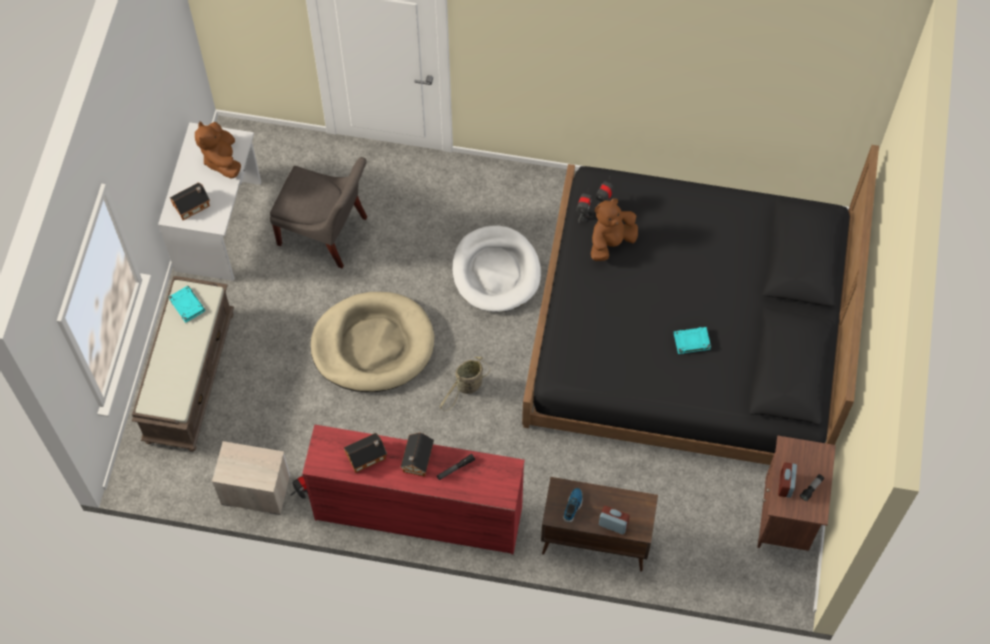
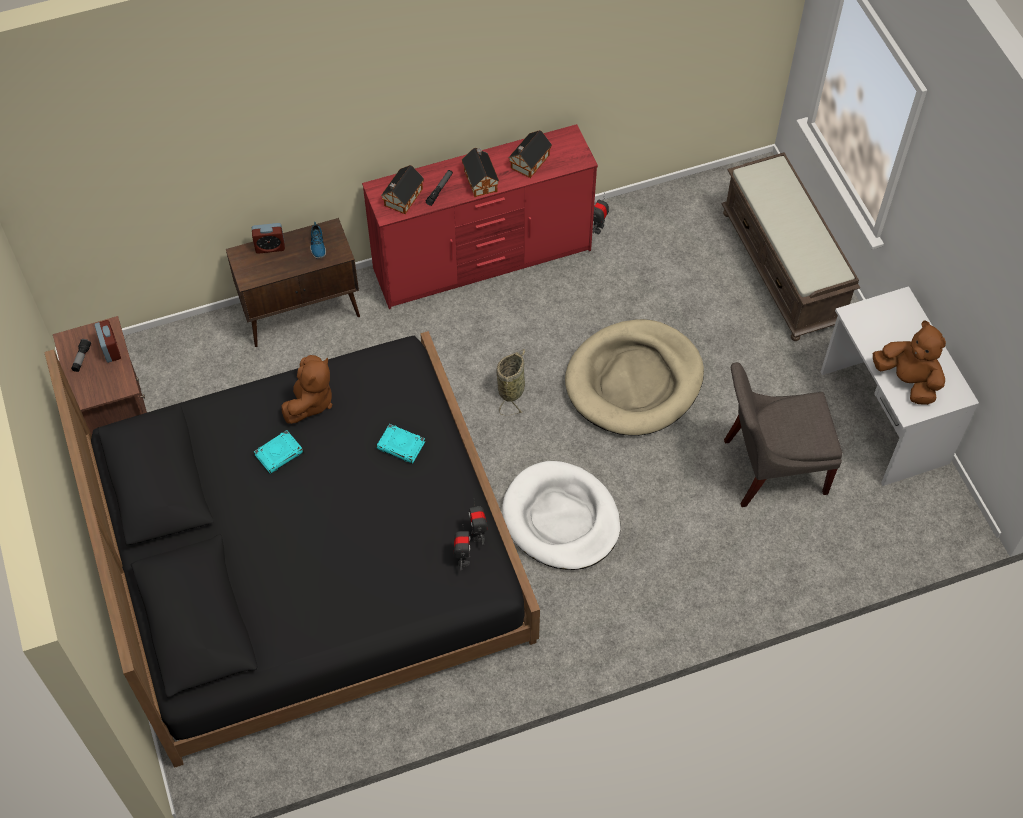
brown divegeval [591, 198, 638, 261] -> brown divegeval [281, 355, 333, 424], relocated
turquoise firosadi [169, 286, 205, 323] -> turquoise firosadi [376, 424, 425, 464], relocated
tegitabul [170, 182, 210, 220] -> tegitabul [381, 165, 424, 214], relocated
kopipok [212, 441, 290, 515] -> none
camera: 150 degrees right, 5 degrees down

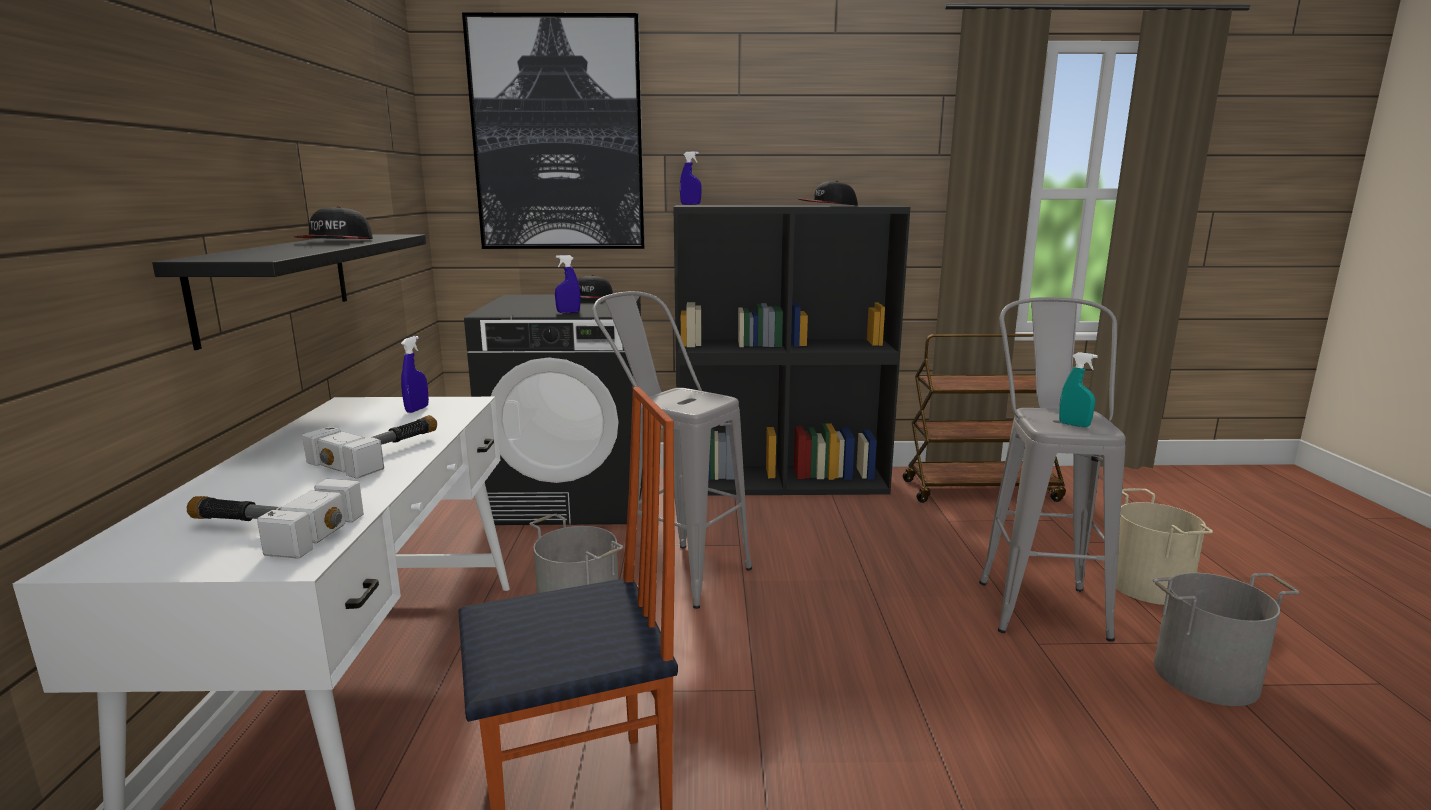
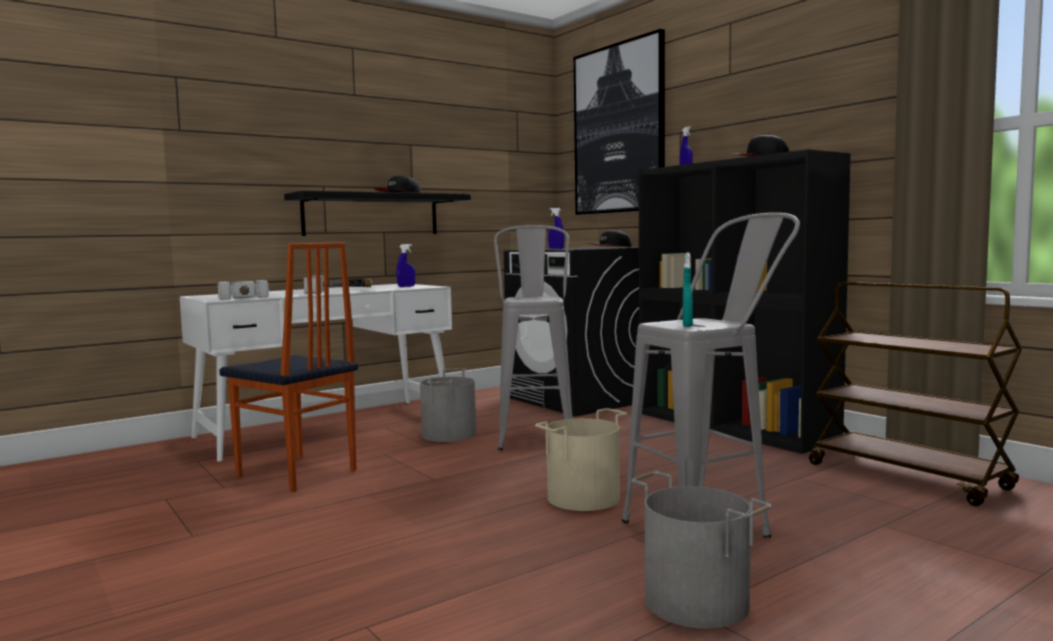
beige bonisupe [1116, 488, 1213, 605] -> beige bonisupe [535, 408, 627, 511], relocated
camera: 55 degrees right, 10 degrees down

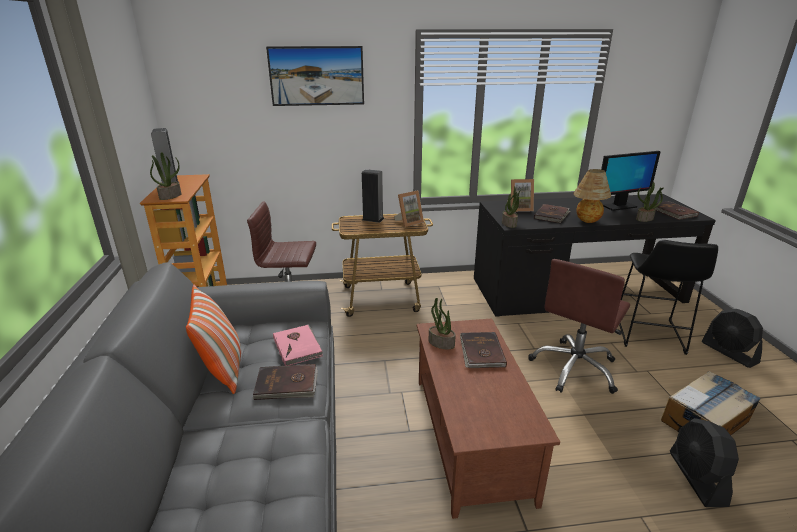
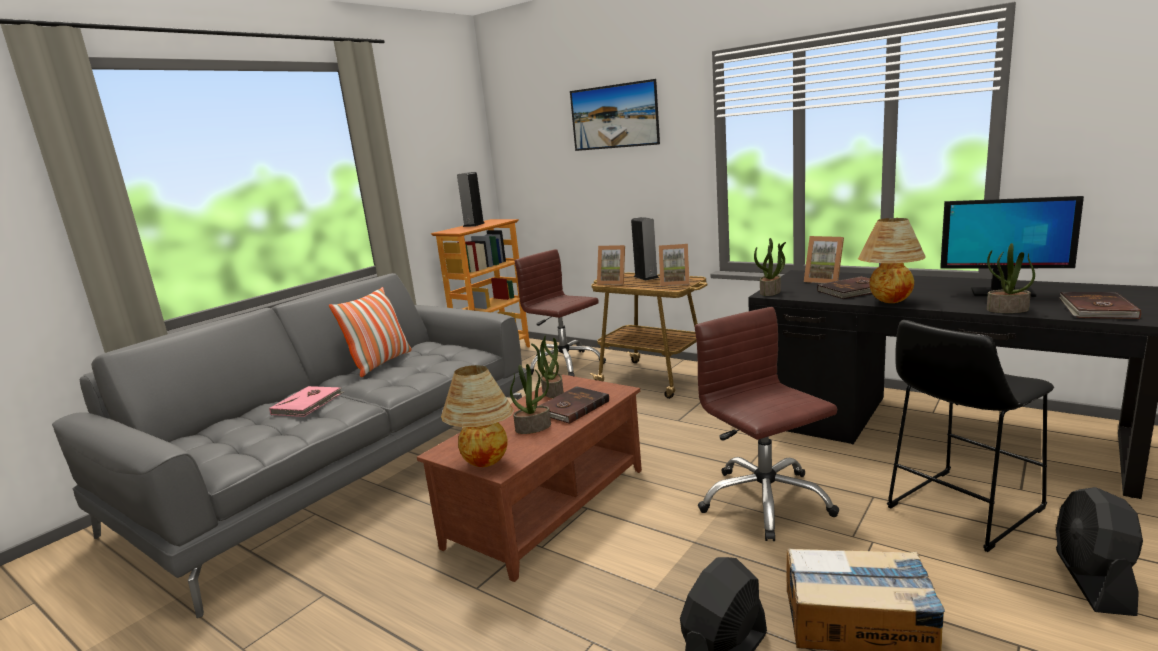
pink firosadi [273, 324, 323, 366] -> pink firosadi [269, 386, 343, 417], relocated
none -> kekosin [441, 365, 514, 467]
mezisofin [150, 152, 182, 200] -> mezisofin [510, 364, 551, 434], relocated
none -> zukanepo [597, 245, 625, 285]
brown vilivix [528, 259, 630, 394] -> brown vilivix [695, 307, 839, 541], 75 degrees clockwise
brown firosadi [252, 364, 318, 400] -> none
camera: 45 degrees right, 10 degrees down

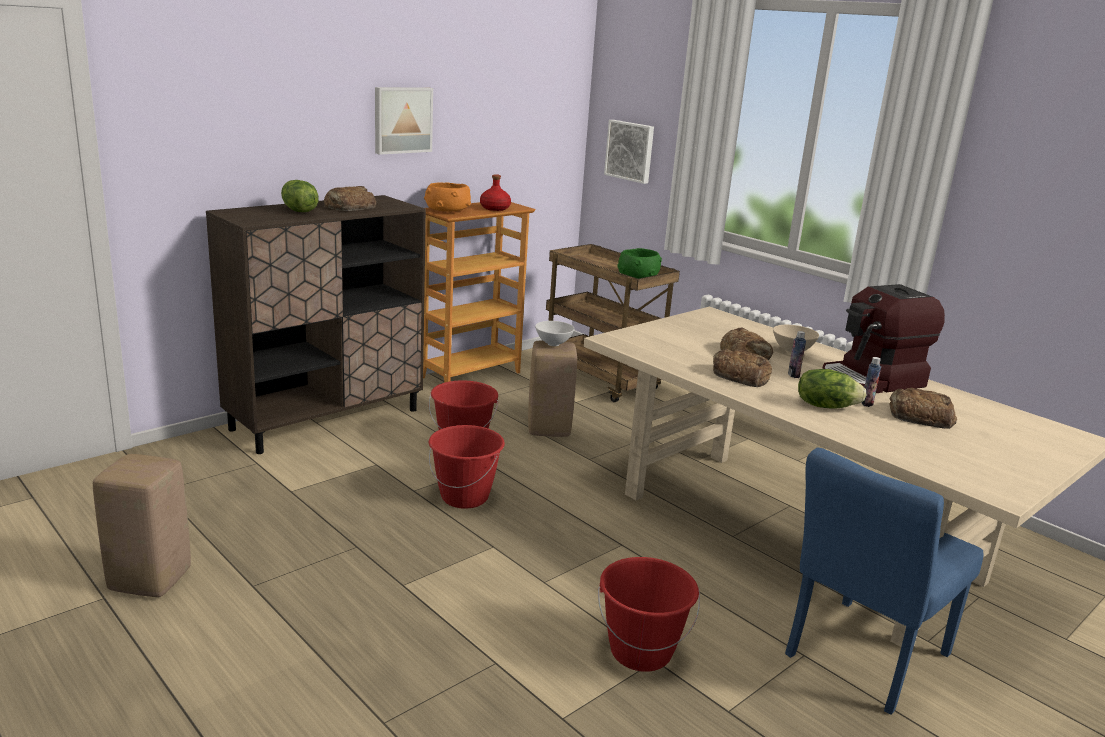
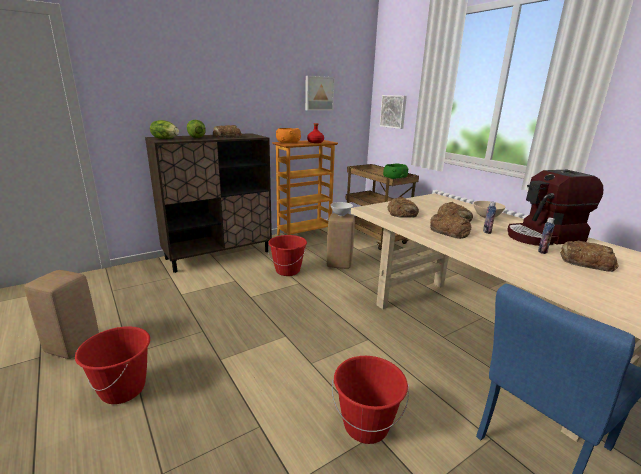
red bonisupe [428, 425, 505, 509] -> red bonisupe [75, 326, 150, 404], relocated
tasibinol [798, 369, 866, 409] -> tasibinol [150, 120, 179, 139], relocated
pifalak [375, 87, 433, 155] -> pifalak [305, 76, 335, 110], relocated
none -> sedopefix [388, 197, 419, 218]
camera: 10 degrees right, 0 degrees up

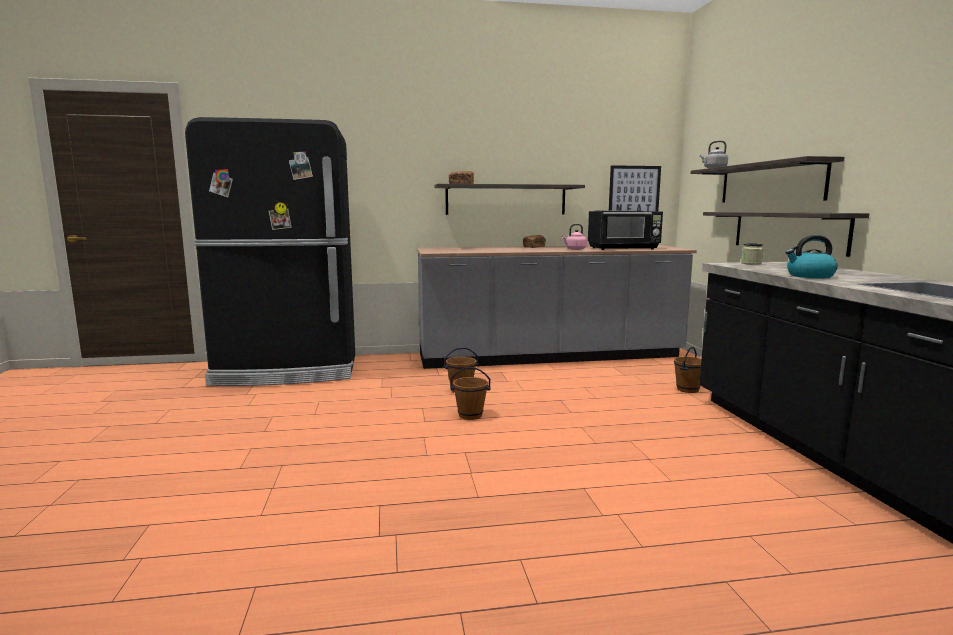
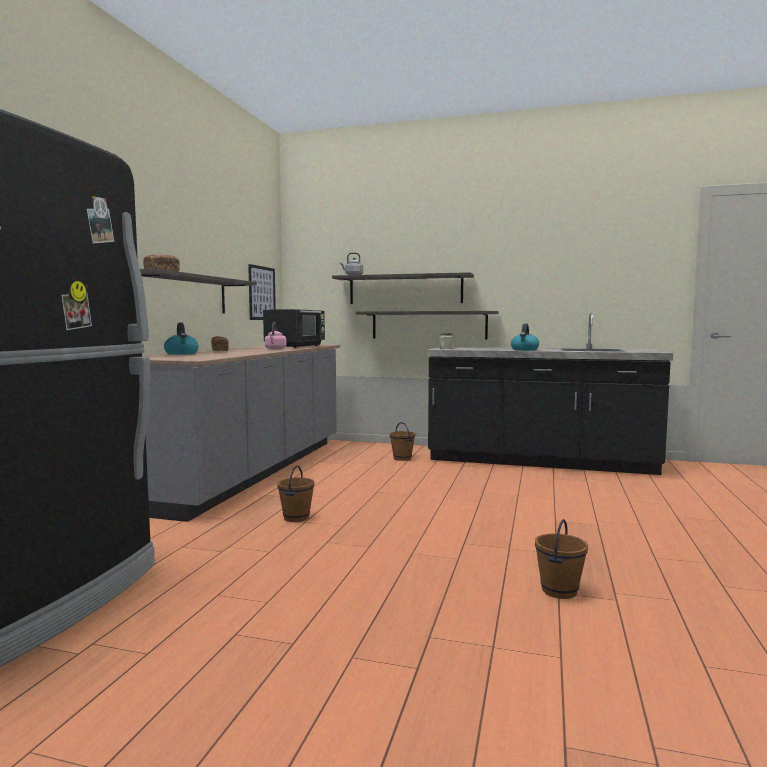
none -> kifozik [164, 322, 198, 355]
brown bonisupe [450, 367, 491, 420] -> brown bonisupe [535, 519, 588, 599], relocated
camera: 65 degrees left, 5 degrees down

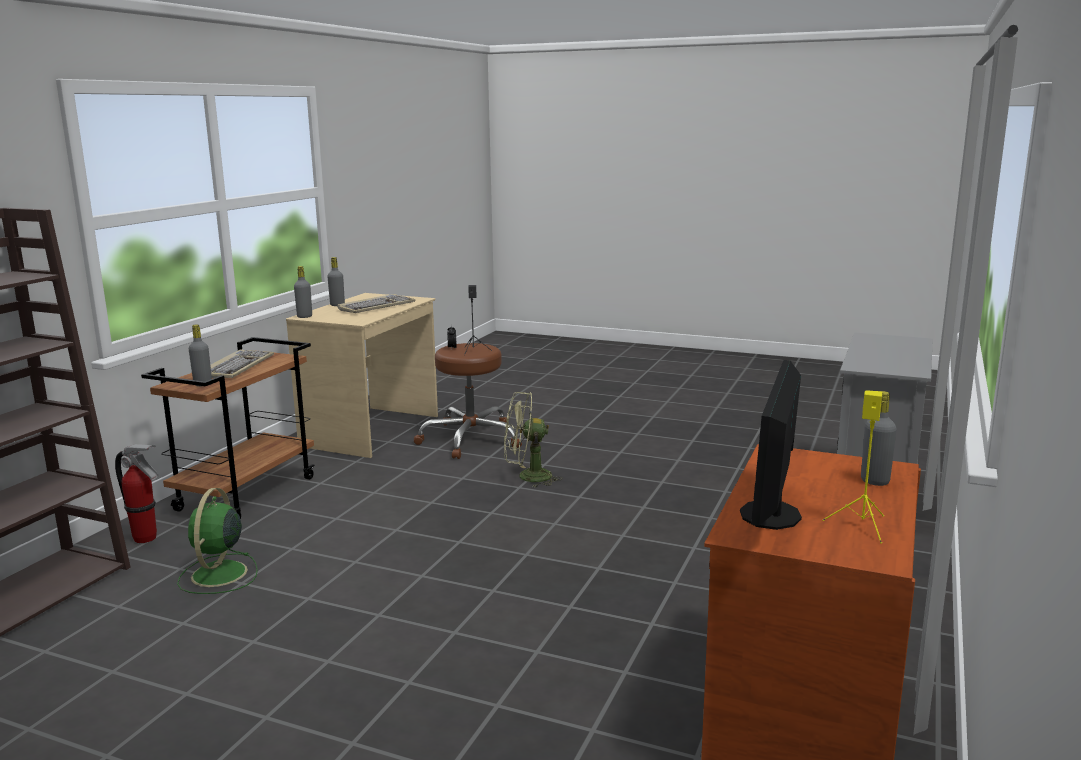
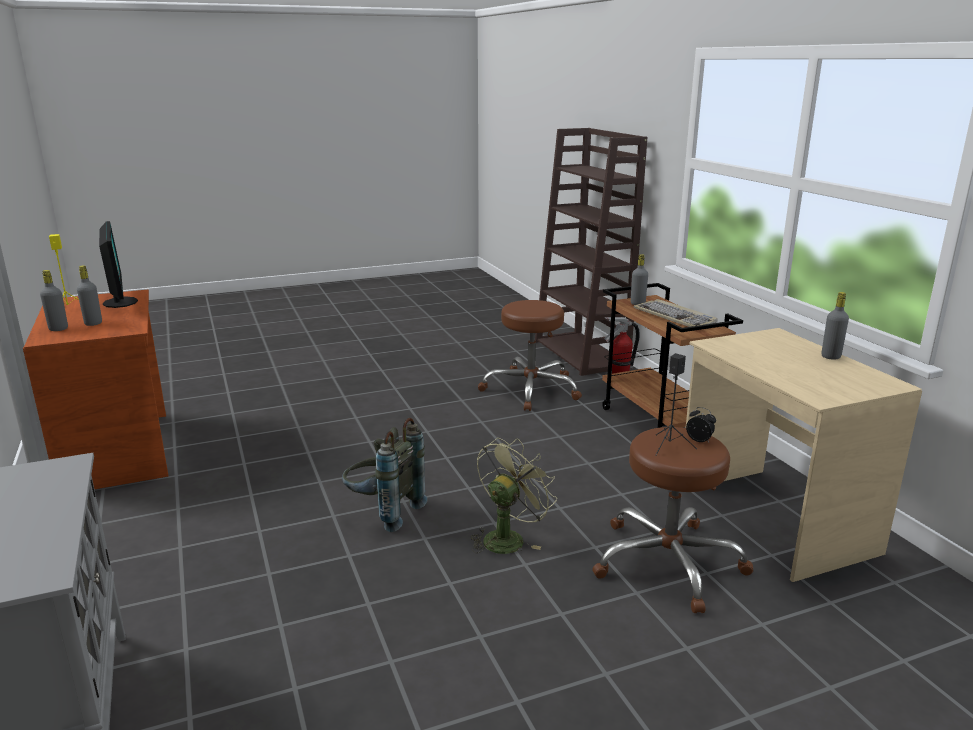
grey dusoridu [294, 266, 312, 318] -> grey dusoridu [77, 265, 102, 326], relocated
none -> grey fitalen [342, 418, 427, 532]
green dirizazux [177, 488, 258, 594] -> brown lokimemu [478, 300, 582, 411]
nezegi [337, 294, 415, 313] -> none
camera: 135 degrees right, 5 degrees up

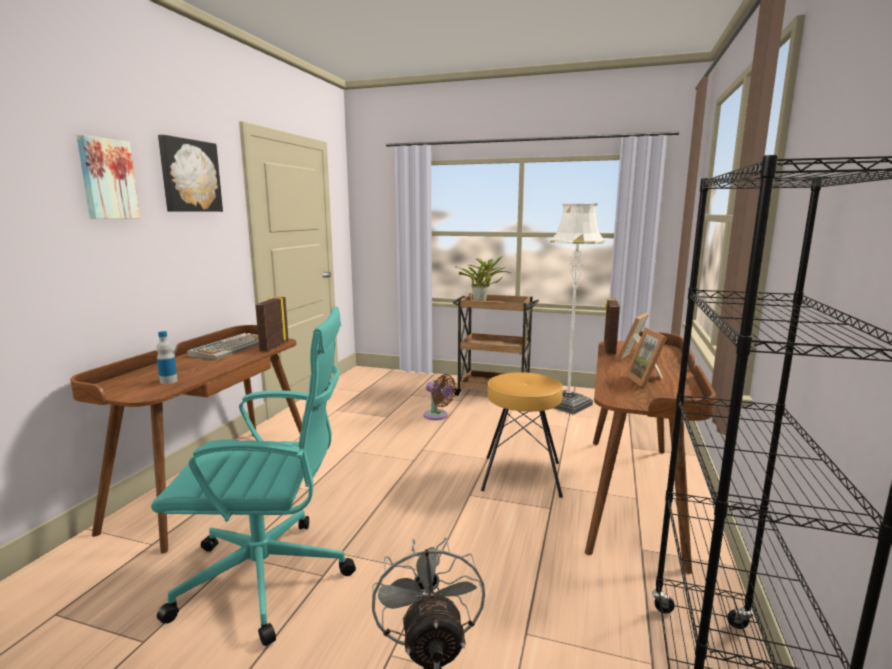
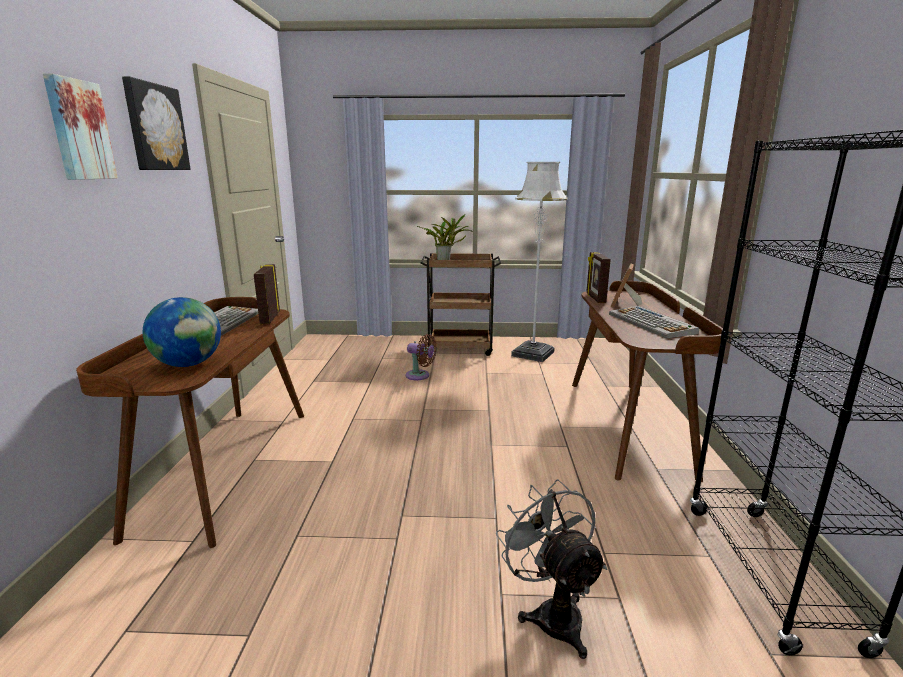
dusoridu [156, 331, 178, 384] -> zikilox [143, 297, 221, 367]
zukanepo [625, 327, 667, 388] -> nezegi [609, 306, 699, 339]
turquoise vilivix [151, 306, 356, 646] -> none
brown lokimemu [481, 372, 563, 498] -> none
camera: 15 degrees left, 5 degrees up

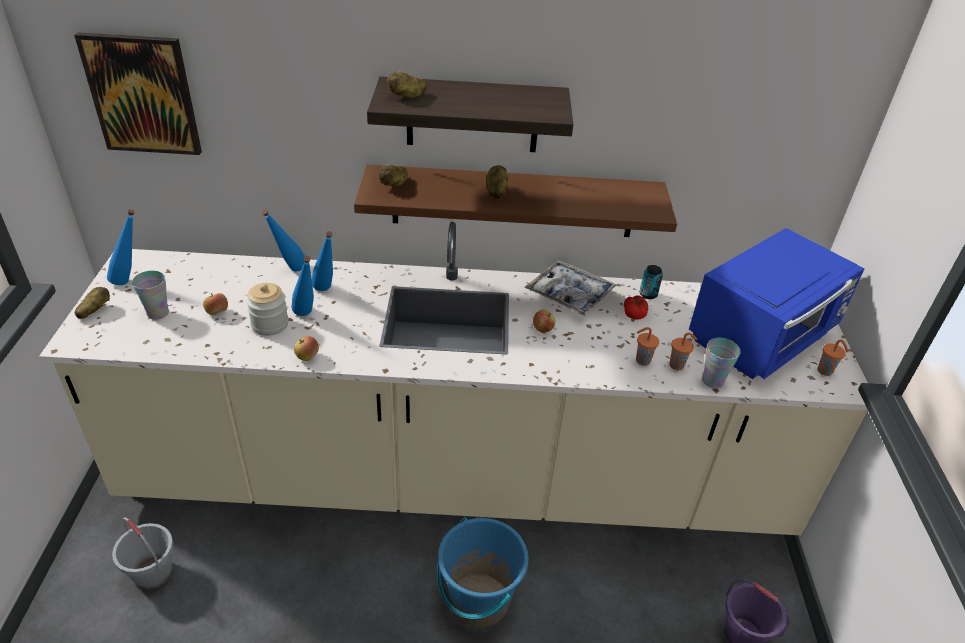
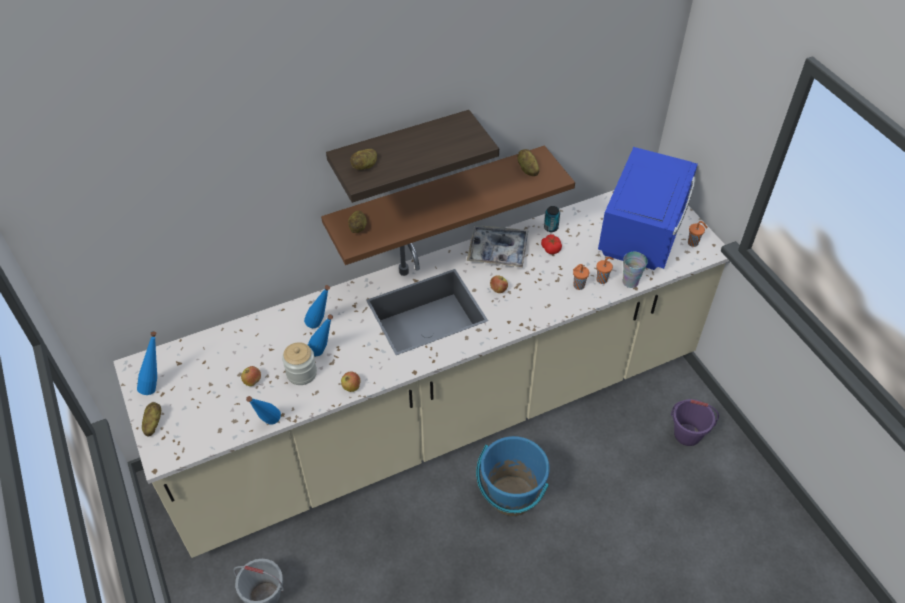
blue dusoridu [262, 210, 305, 272] -> blue dusoridu [246, 396, 281, 425], relocated
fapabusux [487, 165, 508, 199] -> fapabusux [517, 149, 540, 176], relocated
pifalak [74, 32, 202, 155] -> none
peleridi [132, 271, 169, 320] -> none
camera: 25 degrees left, 10 degrees up

